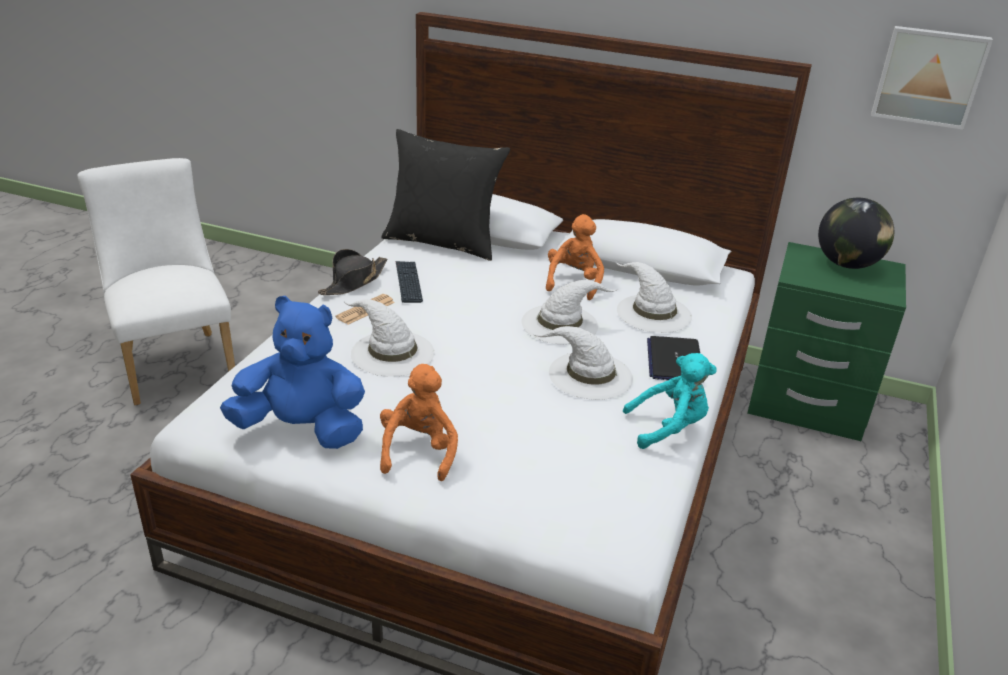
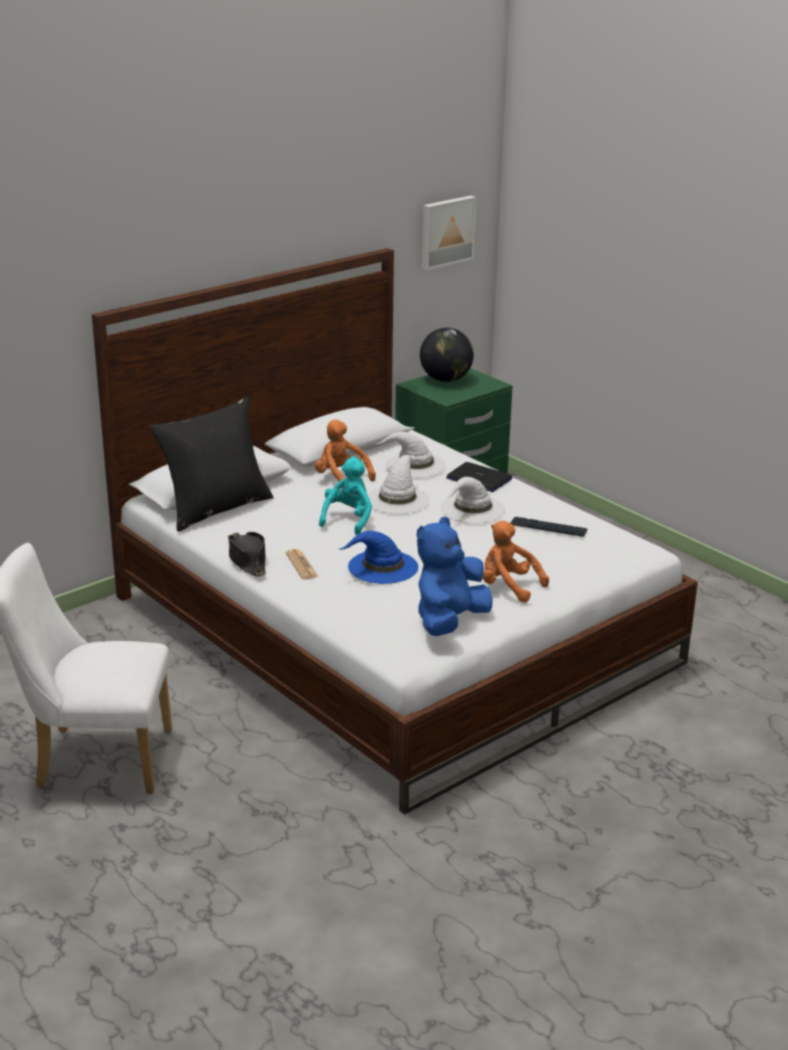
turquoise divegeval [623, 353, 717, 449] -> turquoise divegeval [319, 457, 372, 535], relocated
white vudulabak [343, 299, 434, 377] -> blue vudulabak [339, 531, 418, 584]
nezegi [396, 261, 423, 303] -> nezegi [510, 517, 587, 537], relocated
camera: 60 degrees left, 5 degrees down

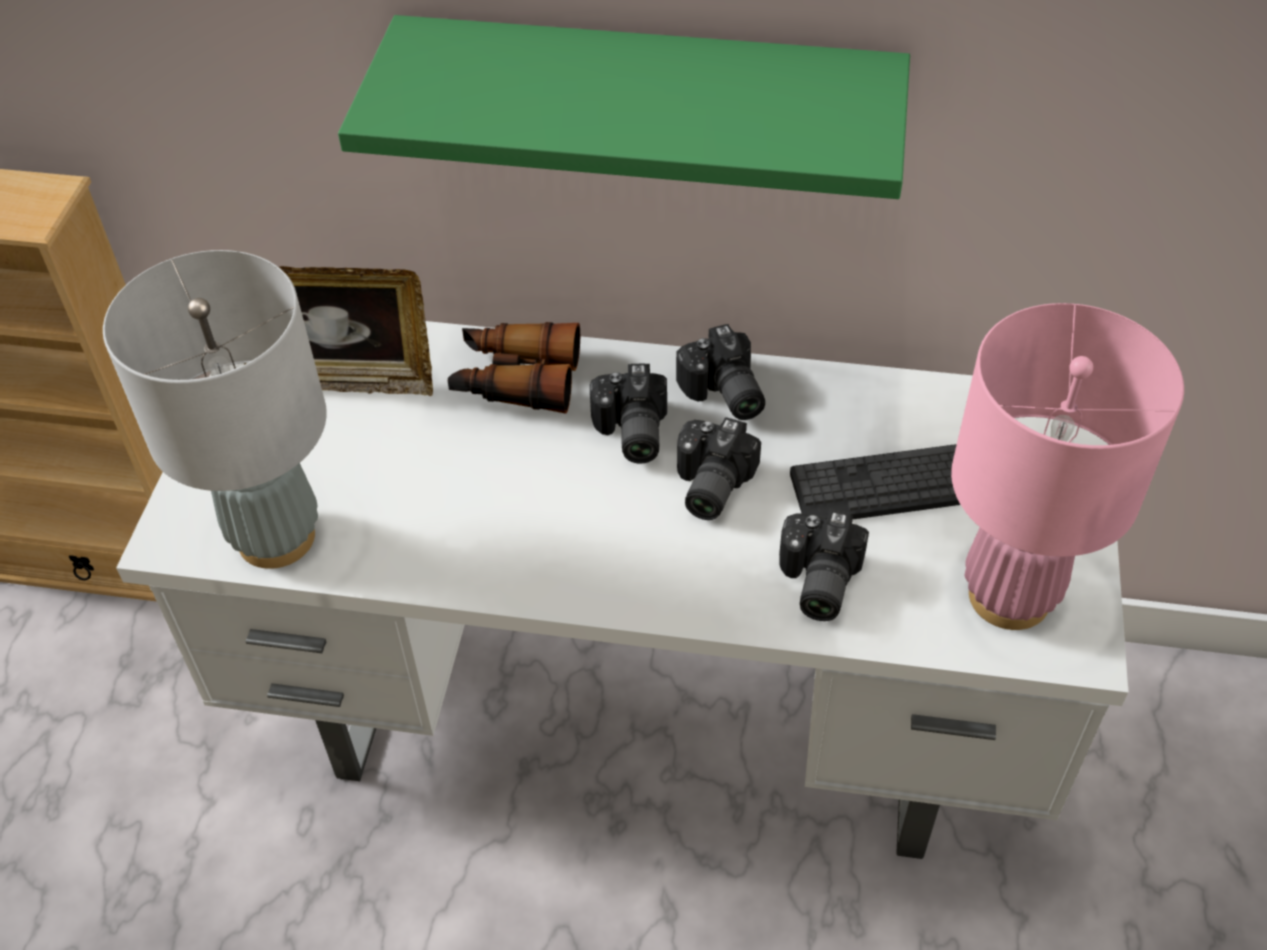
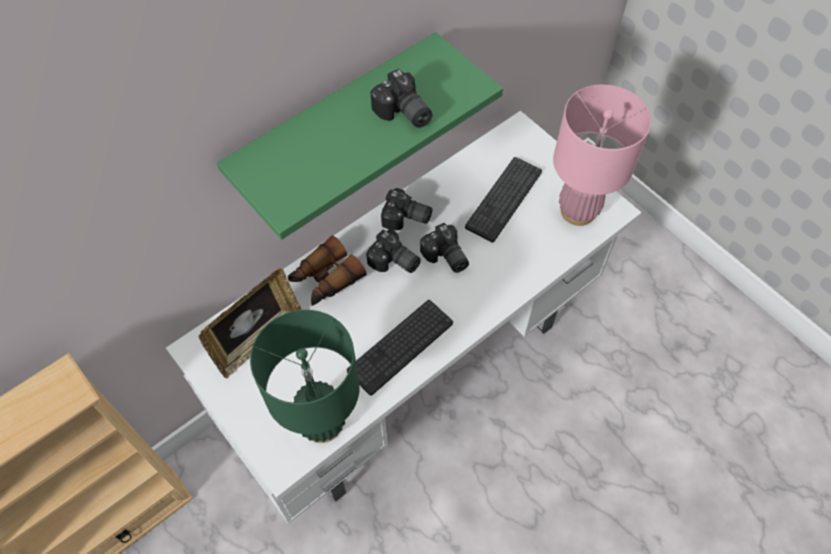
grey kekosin [103, 250, 327, 569] -> green kekosin [250, 310, 360, 443]
none -> nezegi [347, 300, 453, 396]
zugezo [779, 509, 869, 621] -> zugezo [370, 69, 433, 128], relocated
camera: 50 degrees left, 10 degrees up

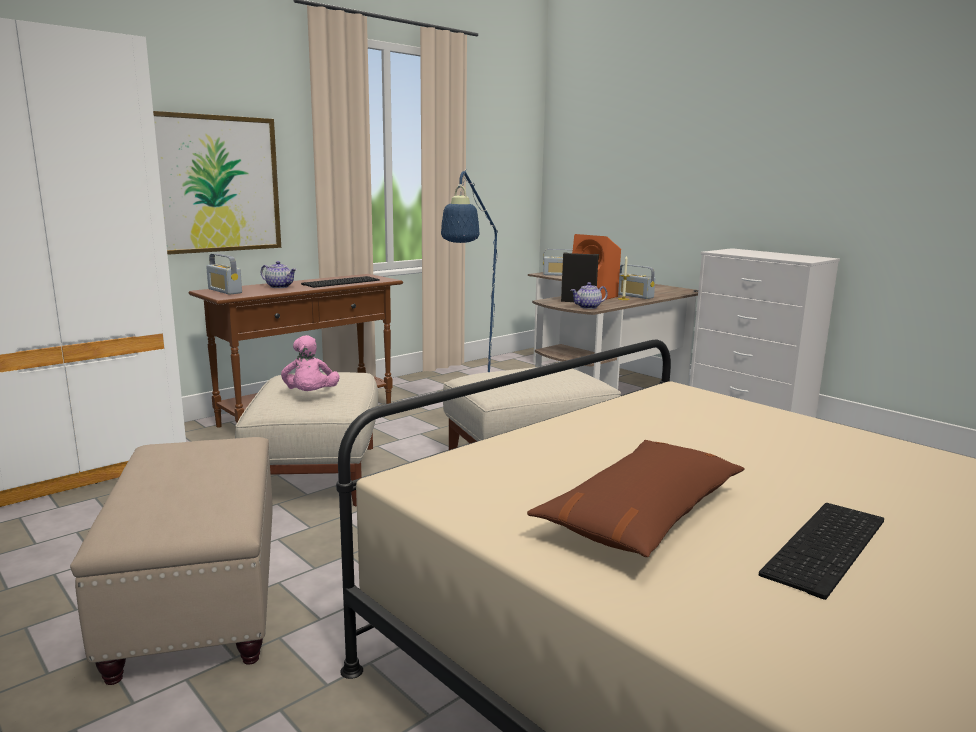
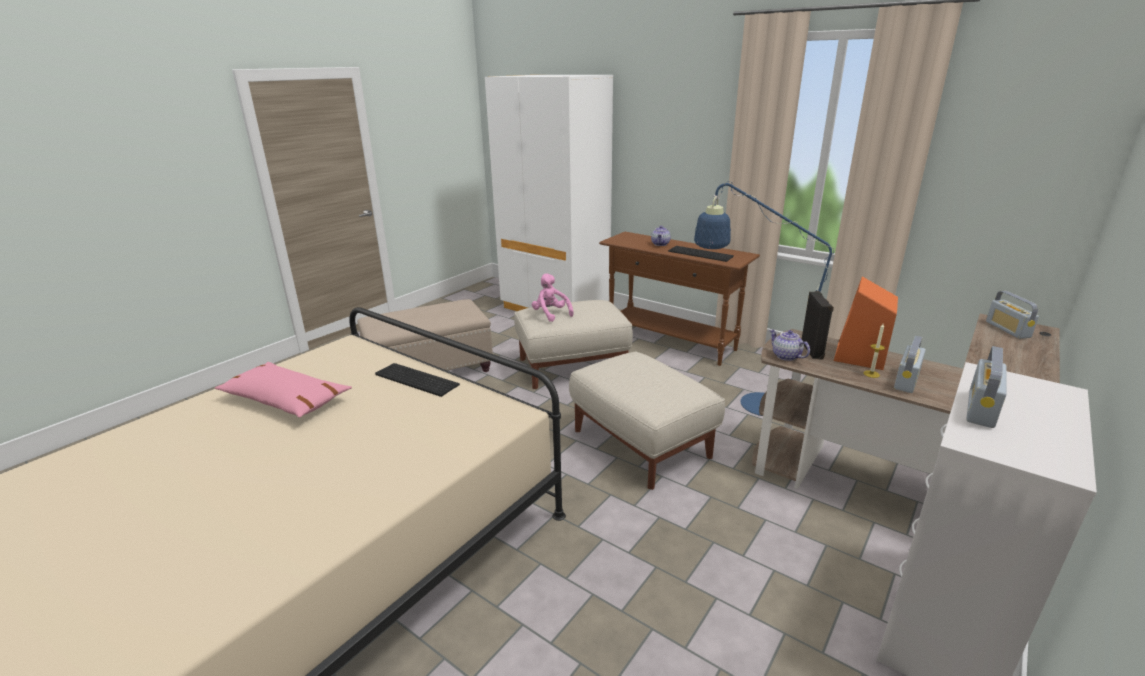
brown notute [527, 440, 745, 557] -> pink notute [215, 362, 352, 417]
nezegi [759, 503, 884, 600] -> nezegi [375, 363, 460, 397], relocated
pink divegeval [281, 335, 340, 391] -> pink divegeval [532, 273, 574, 322], 75 degrees clockwise
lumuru [206, 253, 242, 295] -> lumuru [966, 346, 1007, 428], relocated
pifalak [153, 111, 281, 255] -> none
camera: 80 degrees right, 10 degrees up

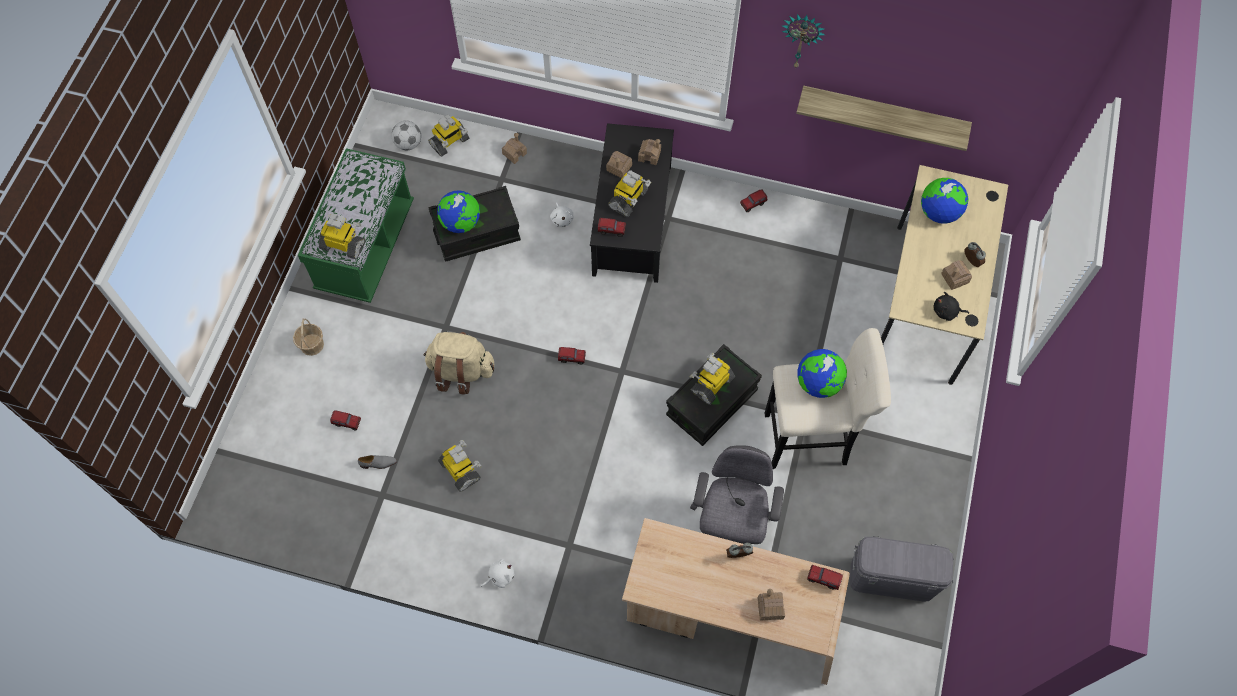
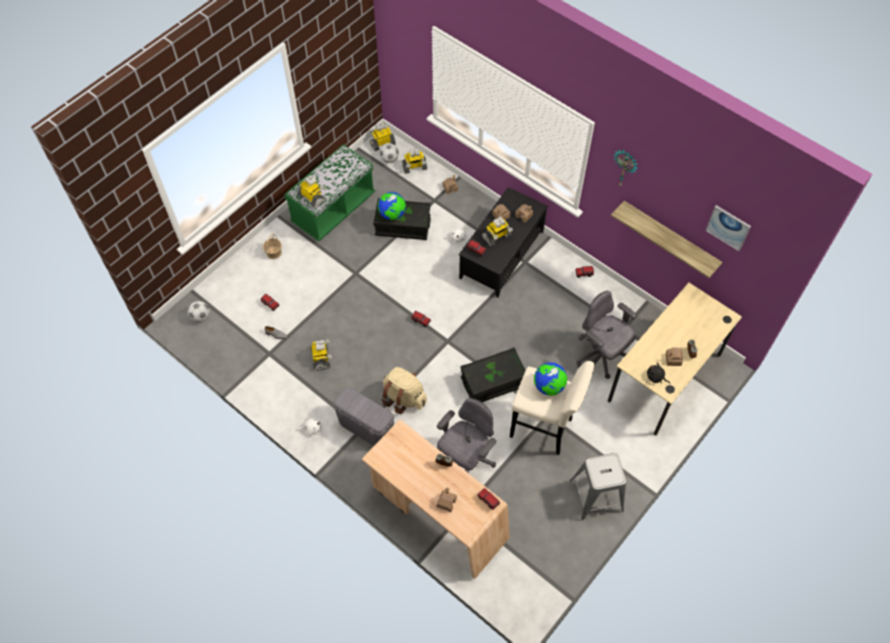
none -> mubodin [188, 301, 210, 322]
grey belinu [850, 536, 954, 602] -> grey belinu [333, 387, 395, 446], relocated
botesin [690, 353, 735, 405] -> botesin [369, 122, 396, 151], relocated
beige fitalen [423, 332, 494, 395] -> beige fitalen [381, 367, 427, 414], relocated
none -> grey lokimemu [570, 453, 626, 520]
none -> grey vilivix [577, 291, 637, 379]
none -> pifalak [705, 205, 751, 251]
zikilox [921, 178, 969, 224] -> none
camera: 25 degrees right, 5 degrees down

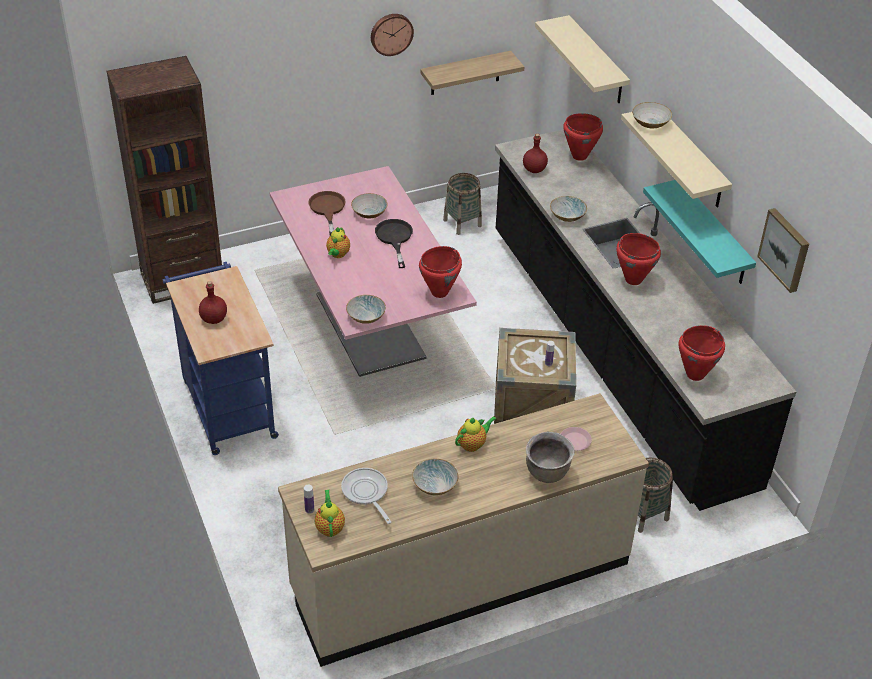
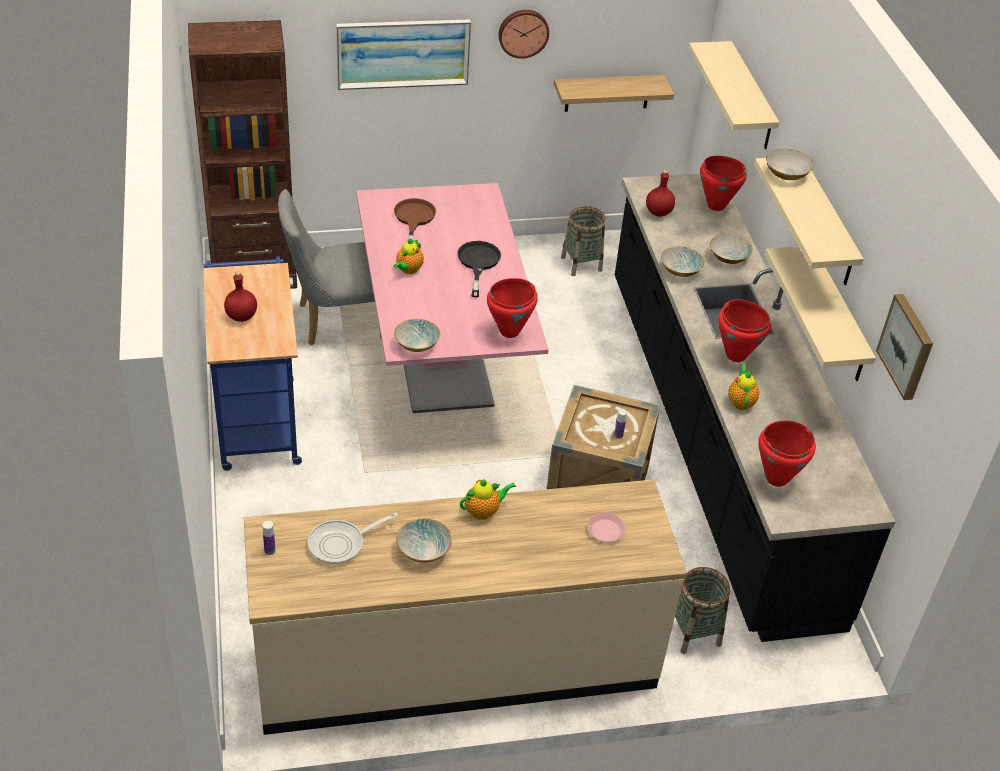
none -> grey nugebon [278, 189, 381, 345]
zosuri [341, 468, 392, 524] -> zosuri [308, 513, 398, 564], 105 degrees counterclockwise
none -> pifalak [336, 19, 471, 90]
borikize [351, 193, 388, 219] -> borikize [710, 234, 753, 264], relocated
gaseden [315, 490, 345, 537] -> gaseden [728, 364, 759, 410], relocated
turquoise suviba [643, 180, 756, 284] -> beige suviba [765, 247, 876, 381]
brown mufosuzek [526, 432, 575, 483] -> none
camera: 10 degrees right, 0 degrees up

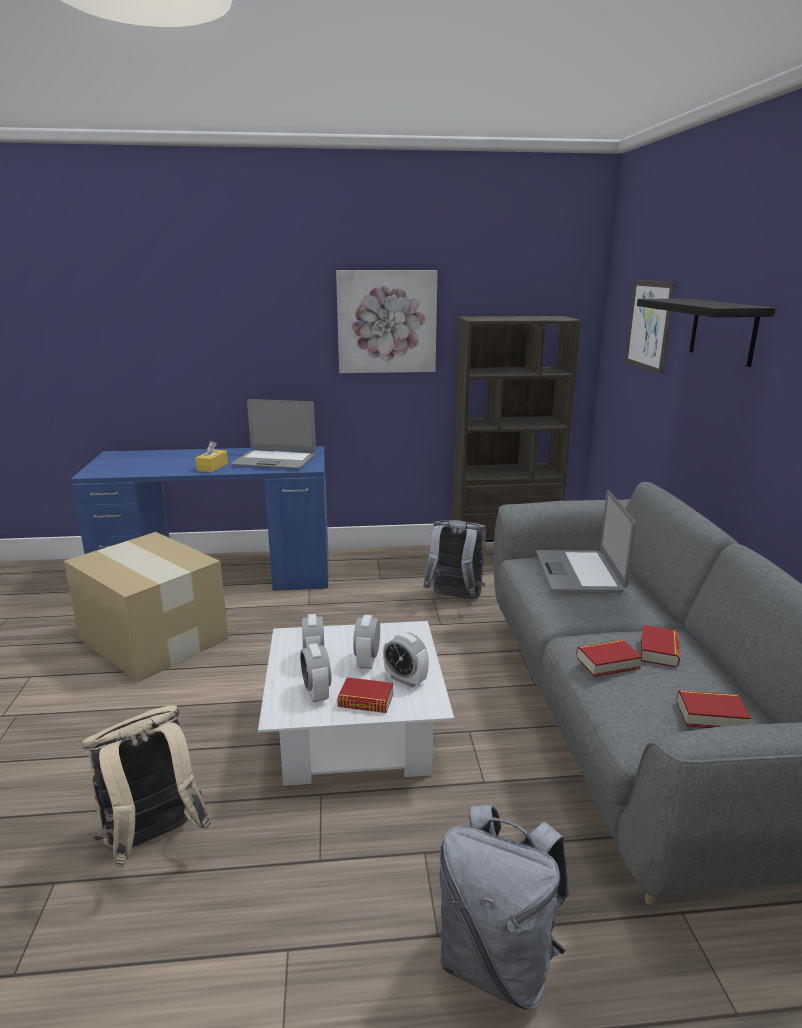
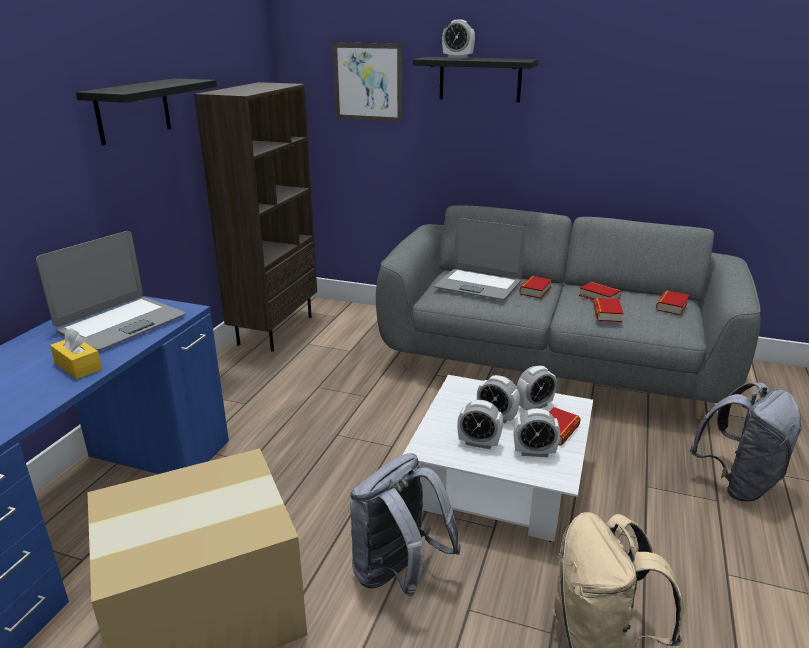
pifalak [336, 270, 438, 373] -> black suviba [76, 78, 217, 145]
grey fitalen [423, 520, 486, 599] -> grey fitalen [350, 453, 461, 596], relocated
none -> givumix [442, 20, 475, 58]
none -> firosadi [519, 276, 552, 299]
camera: 65 degrees left, 5 degrees up

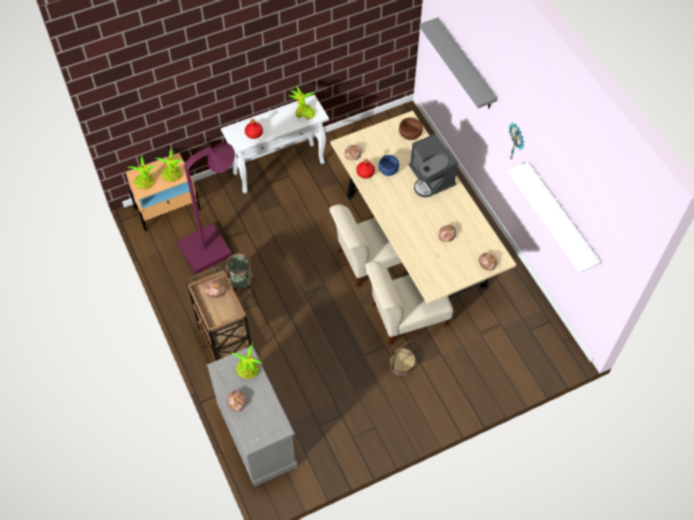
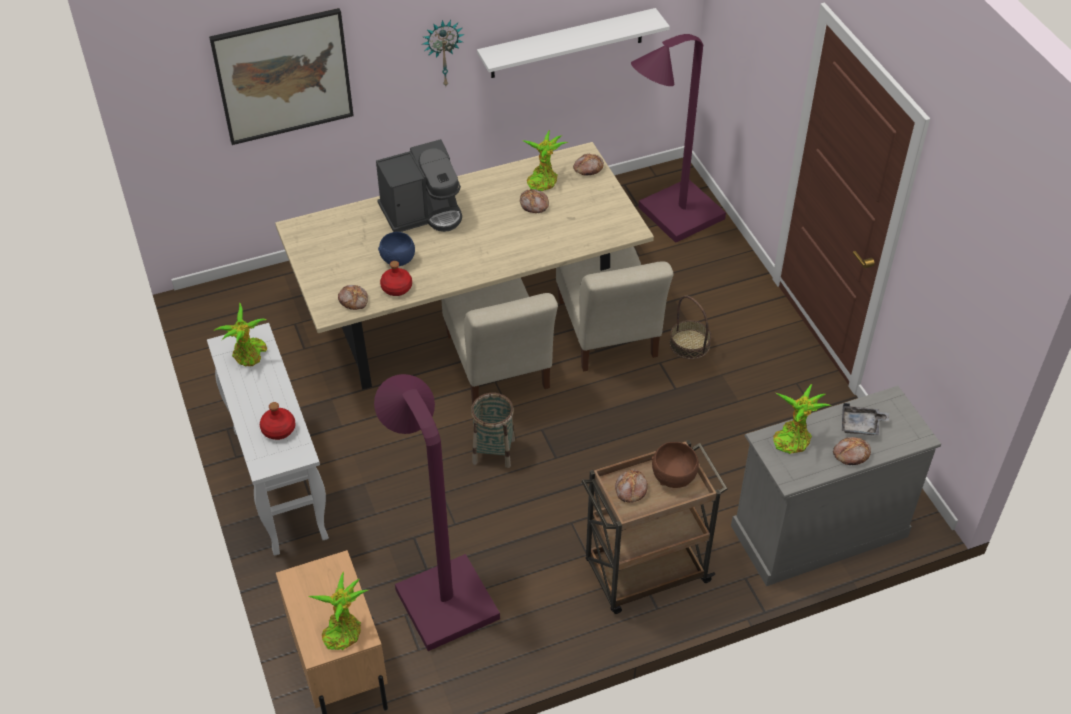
grey suviba [419, 17, 498, 108] -> pifalak [209, 8, 354, 145]
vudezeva [226, 254, 253, 294] -> vudezeva [471, 393, 515, 468], relocated
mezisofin [155, 147, 184, 182] -> mezisofin [521, 130, 568, 191], relocated
none -> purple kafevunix [631, 34, 726, 243]
brown borikize [399, 117, 423, 140] -> brown borikize [651, 442, 699, 488], relocated
none -> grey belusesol [842, 403, 889, 435]
camera: 85 degrees left, 10 degrees down

